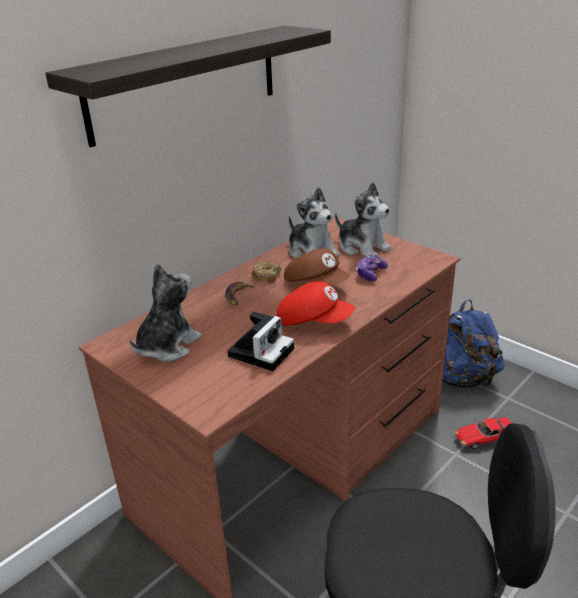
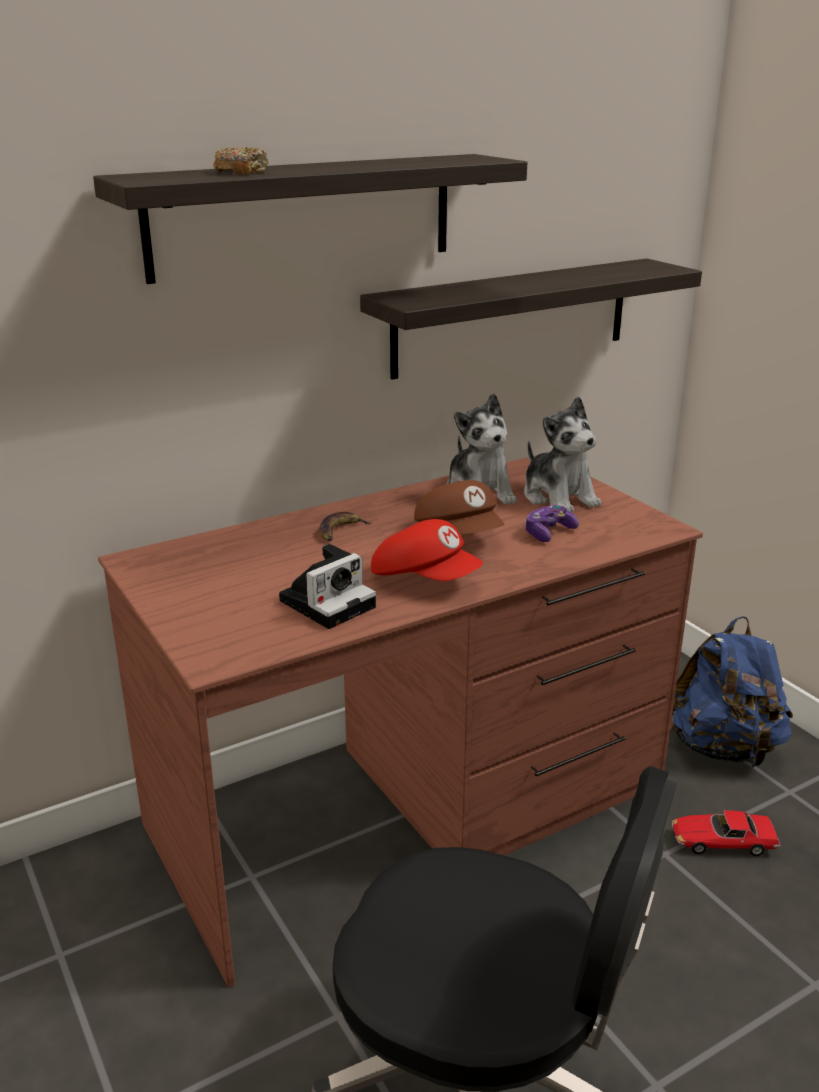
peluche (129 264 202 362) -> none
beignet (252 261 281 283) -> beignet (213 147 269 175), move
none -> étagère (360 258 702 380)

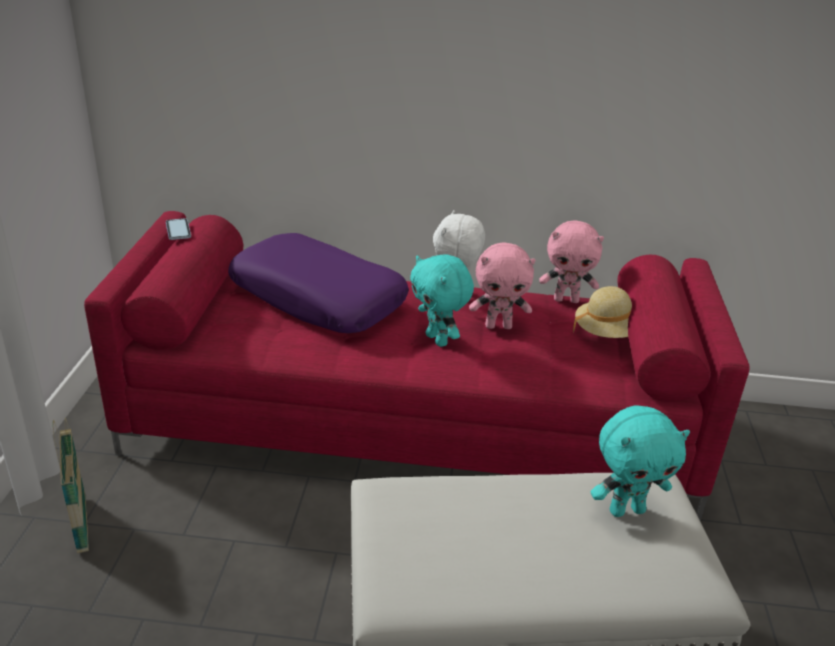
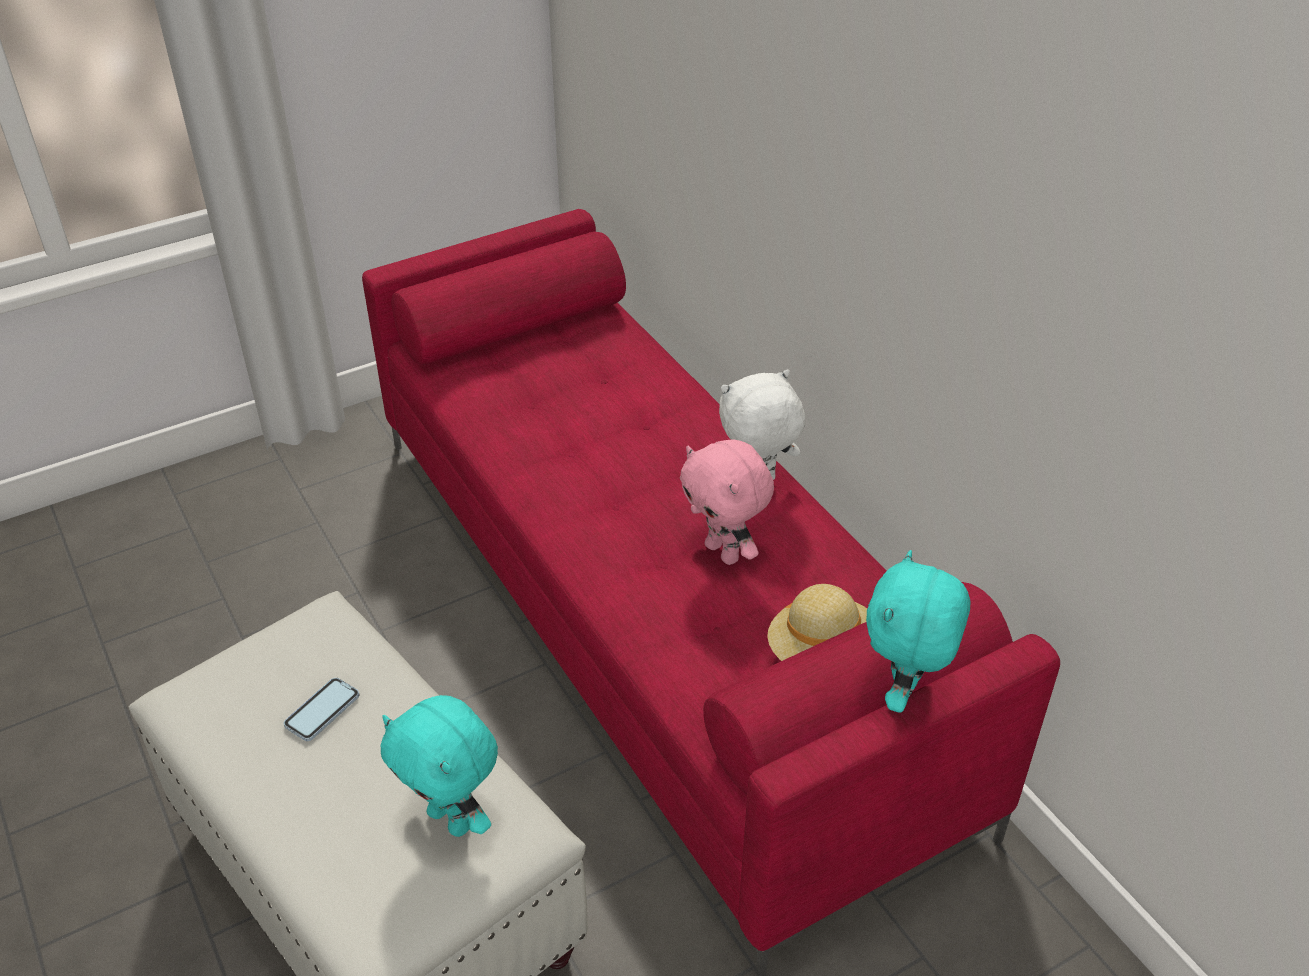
panier (53 417 89 553) -> none
téléphone (166 218 191 240) -> téléphone (284 678 359 741), move
coussin (violet) (228 233 409 333) -> none
peluche (turquoise) (410 254 474 347) -> peluche (turquoise) (866 550 970 713), move
peluche (rose) (539 220 604 303) -> none

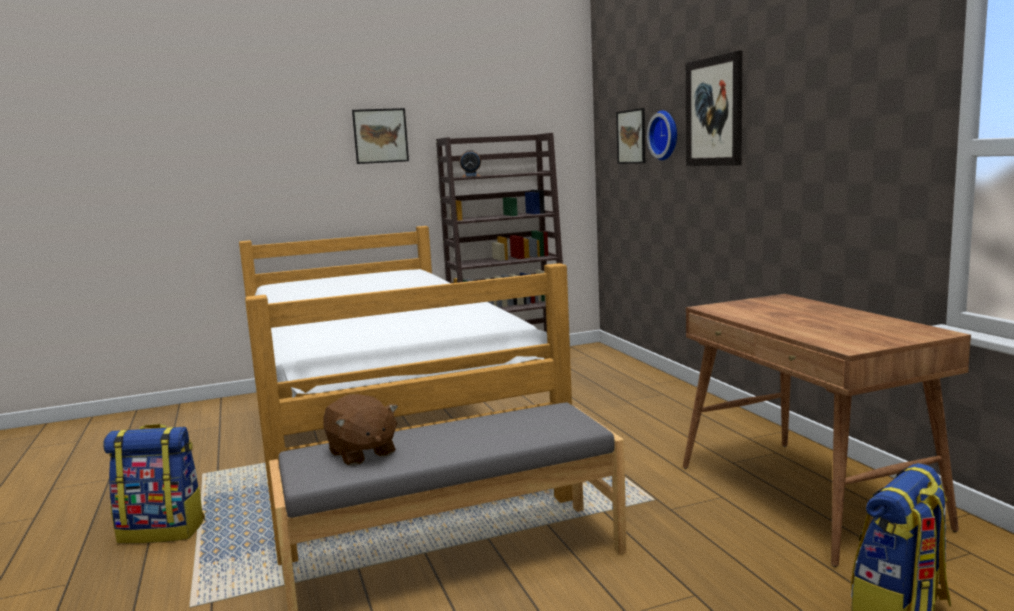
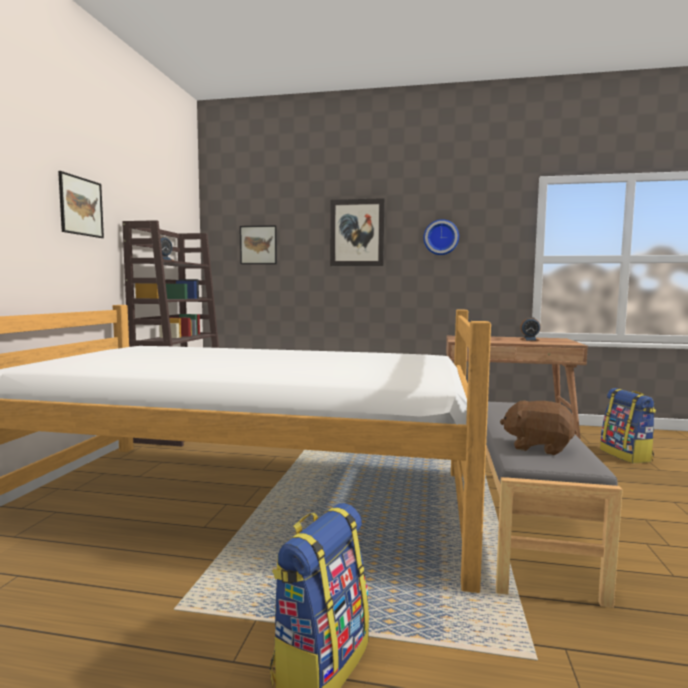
peluche (marron) (323 394 398 466) -> peluche (marron) (500 400 577 455), 150 degrees counterclockwise
horloge murale (647 110 677 160) -> horloge murale (423 219 459 255), move
none -> réveil (520 317 541 341)

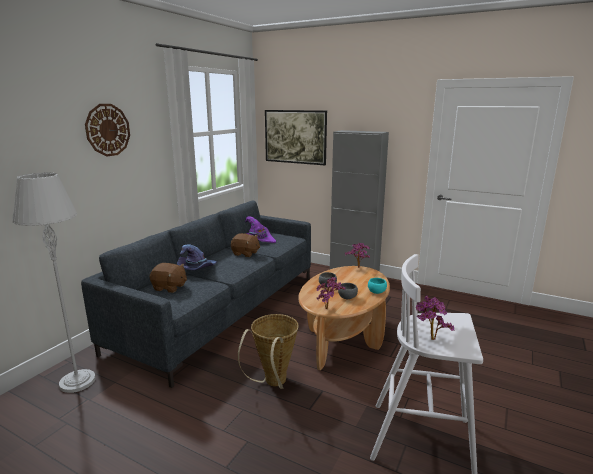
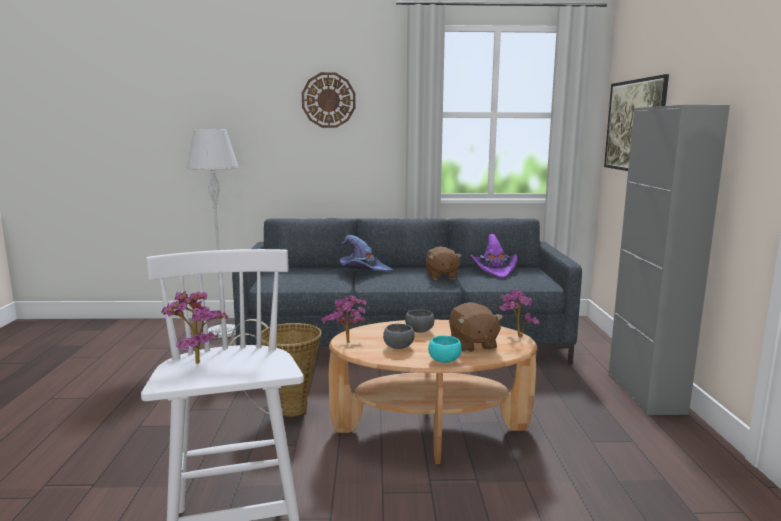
peluche (marron) (150 263 187 293) -> peluche (marron) (449 302 503 352), move

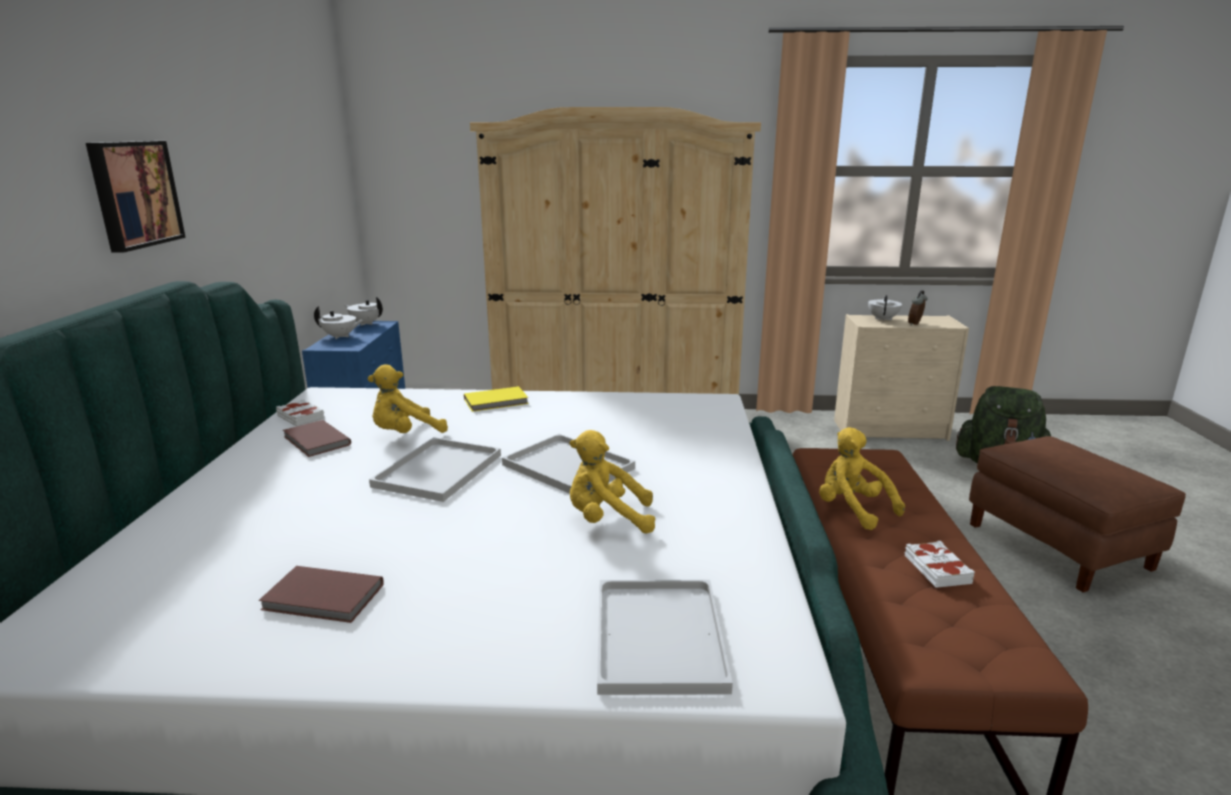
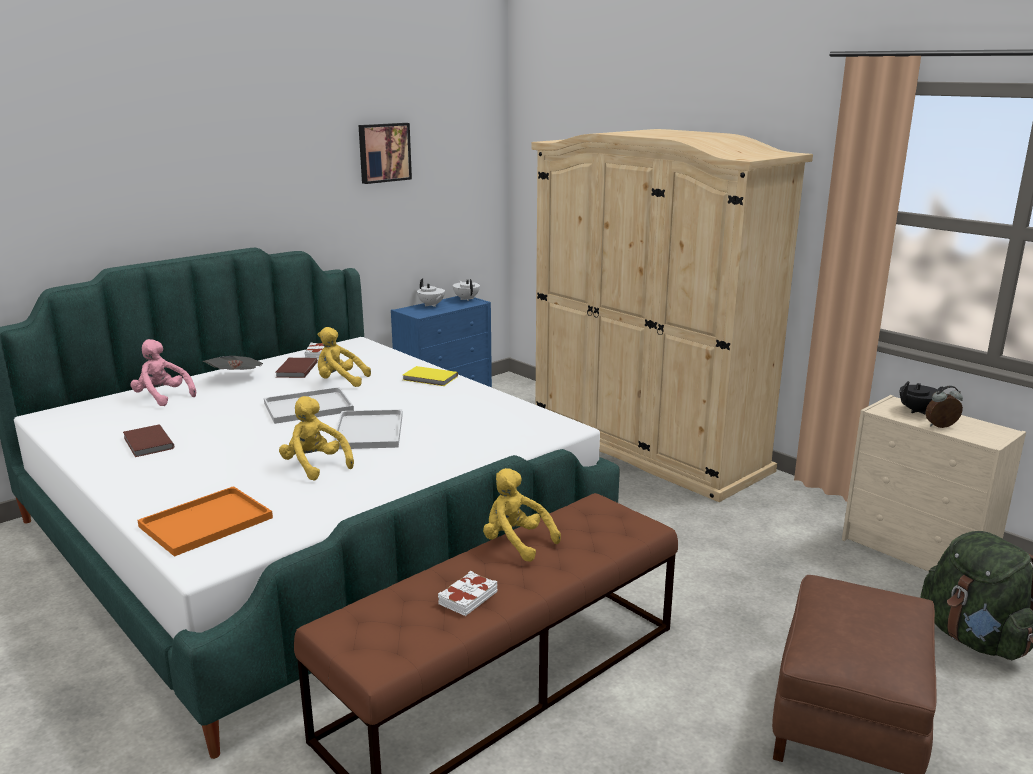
tableau (86 141 186 253) -> tableau (359 123 412 184), move
plateau (blanc) (597 580 733 695) -> plateau (orange) (137 486 273 557)
peluche (jaune) (819 427 905 530) -> peluche (jaune) (483 468 561 562), 60 degrees counterclockwise
théière (blanc) (868 295 902 321) -> théière (noir) (900 381 943 415)
none -> peluche (rose) (131 339 196 406)
none -> journal (202 356 263 370)

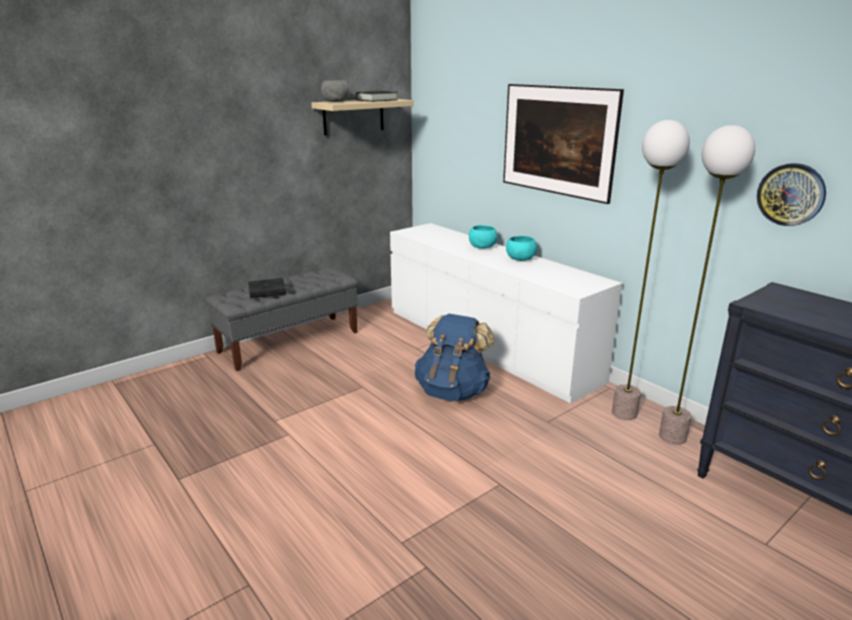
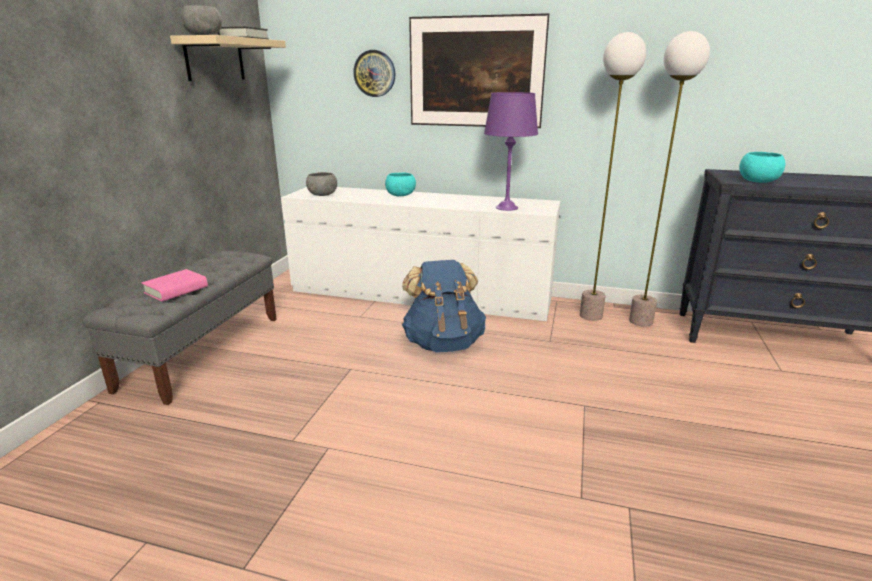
livre (noir) (248 278 286 298) -> livre (rose) (142 269 208 302)
bol (turquoise) (506 236 537 261) -> bol (turquoise) (739 152 785 183), move
horloge murale (757 163 826 226) -> horloge murale (353 50 395 97), move
none -> bol (gris) (306 172 337 196)
none -> lampe de table (violet) (484 92 538 211)

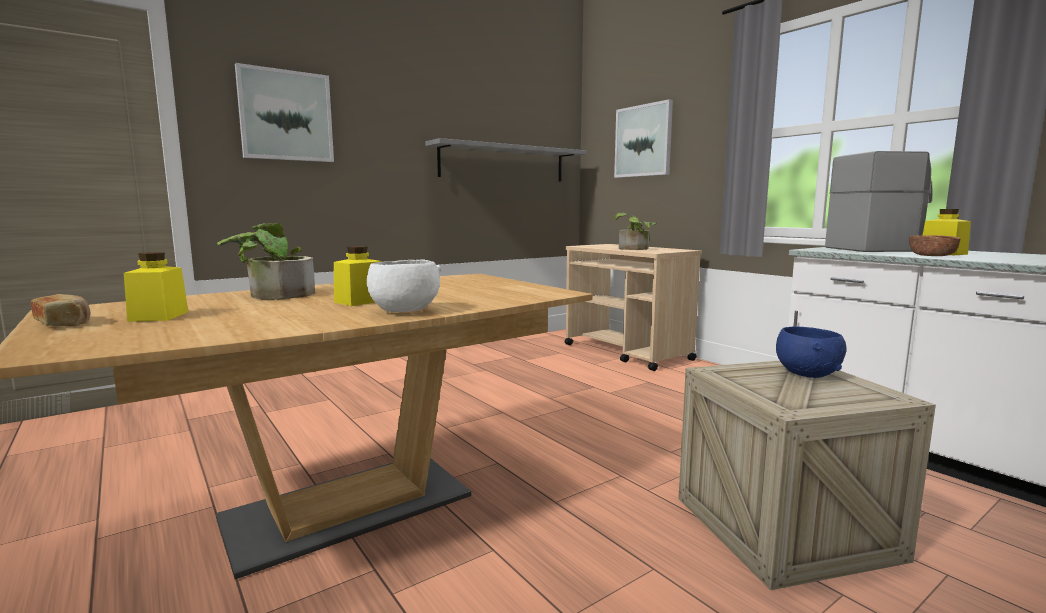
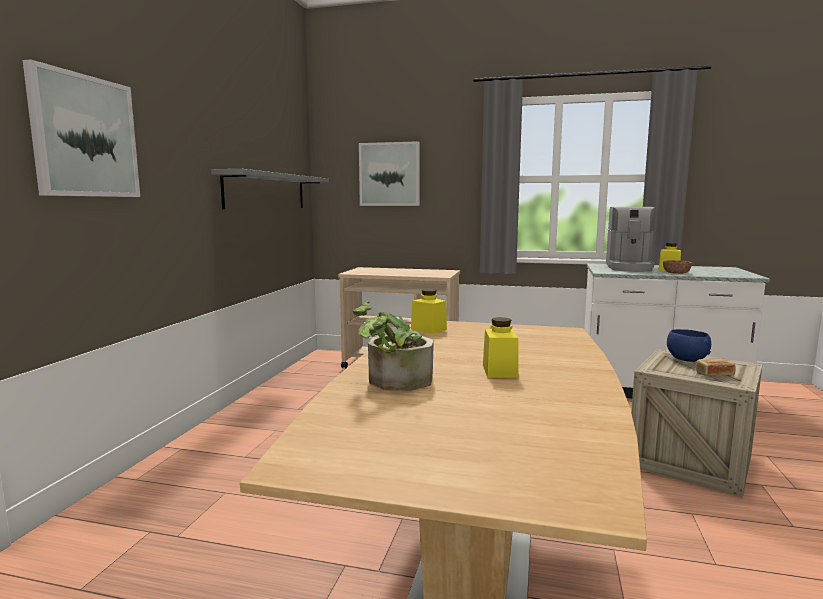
pain (31 294 90 326) -> pain (696 358 736 376), move
bocal (jaune) (124 252 189 322) -> bocal (jaune) (411 289 447 334), move
bol (blanc) (367 259 441 312) -> none
plante en pot (614 213 656 250) -> none
machine à café (825 151 932 252) -> machine à café (606 207 655 272), 150 degrees clockwise

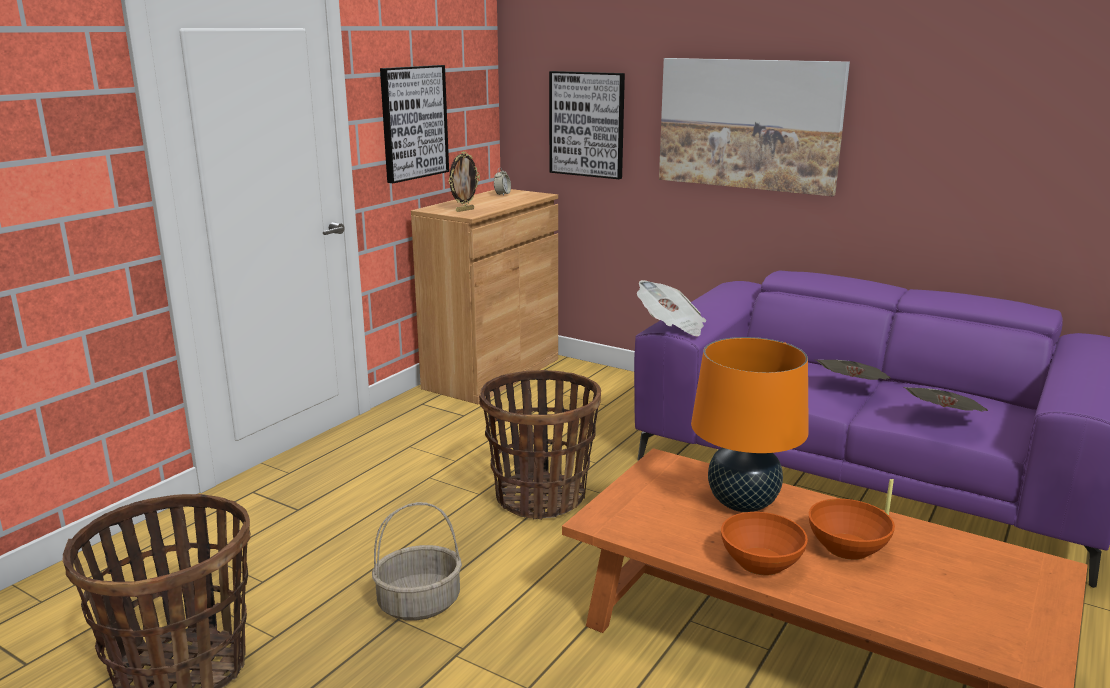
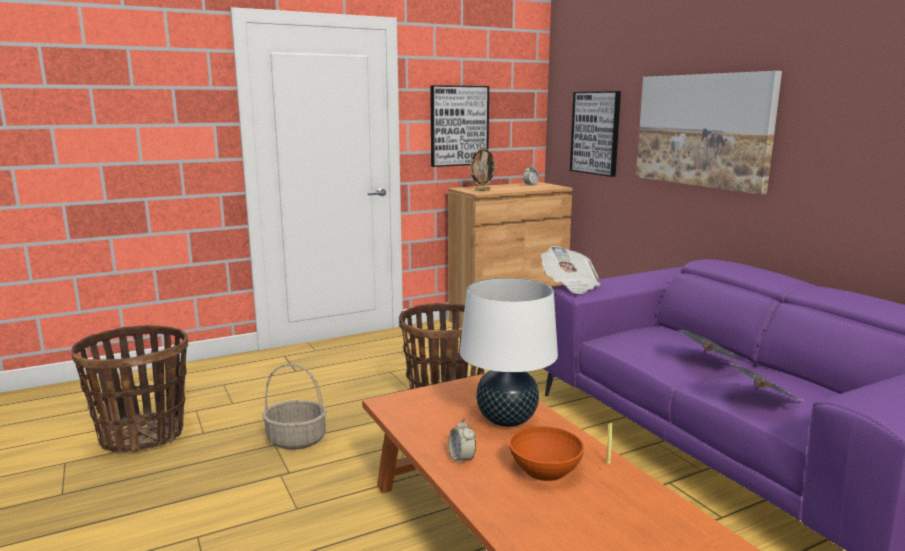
lampe de table (orange) (691 337 809 512) -> lampe de table (blanc) (460 278 558 427)
bol (orange) (721 512 808 575) -> réveil (448 418 476 466)

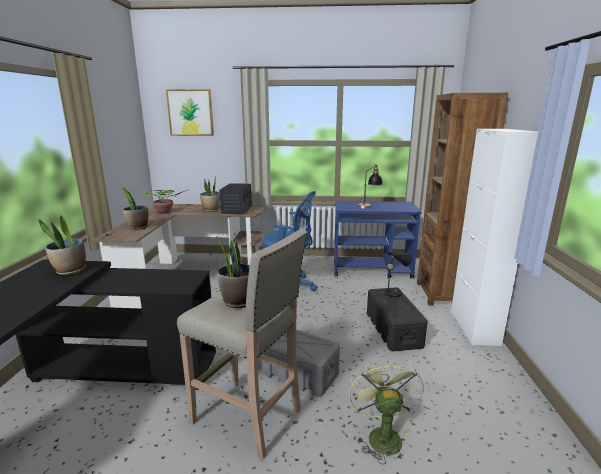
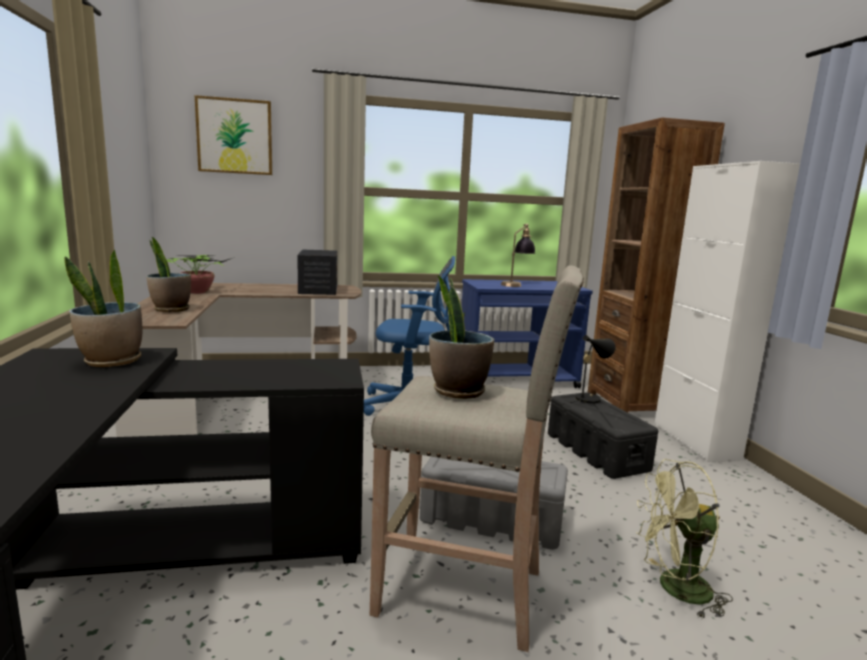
plante en pot (200 175 220 212) -> none
ventilateur (vert) (349 356 424 464) -> ventilateur (vert) (636 459 733 620), 75 degrees counterclockwise

